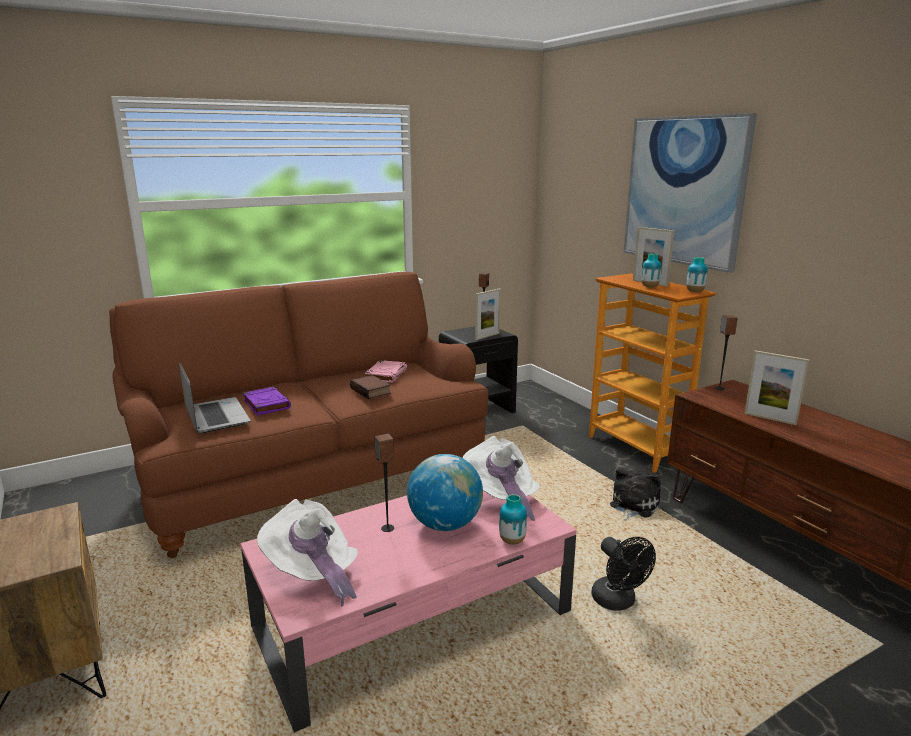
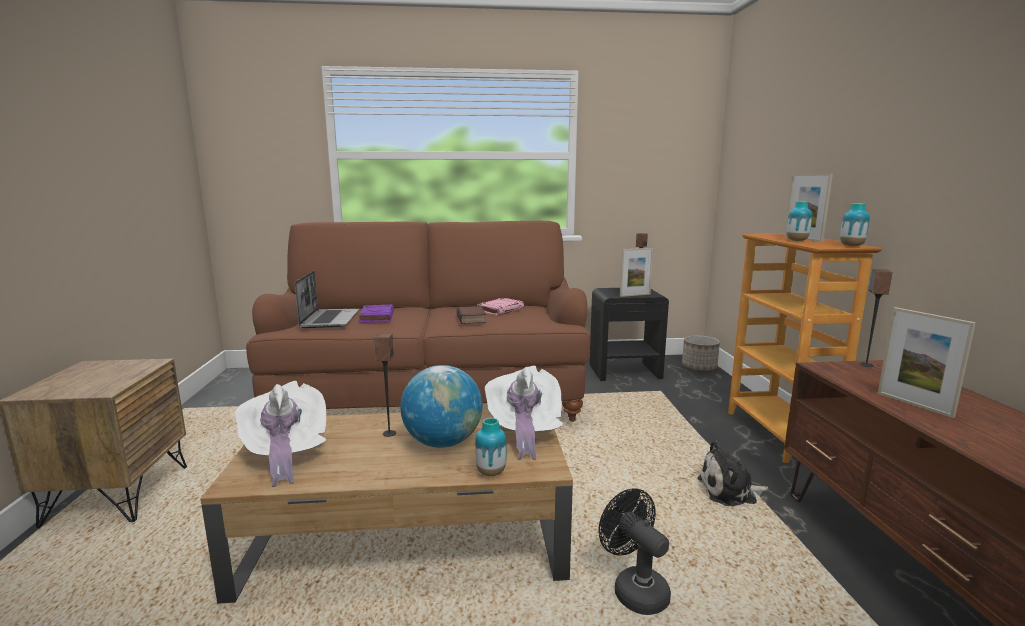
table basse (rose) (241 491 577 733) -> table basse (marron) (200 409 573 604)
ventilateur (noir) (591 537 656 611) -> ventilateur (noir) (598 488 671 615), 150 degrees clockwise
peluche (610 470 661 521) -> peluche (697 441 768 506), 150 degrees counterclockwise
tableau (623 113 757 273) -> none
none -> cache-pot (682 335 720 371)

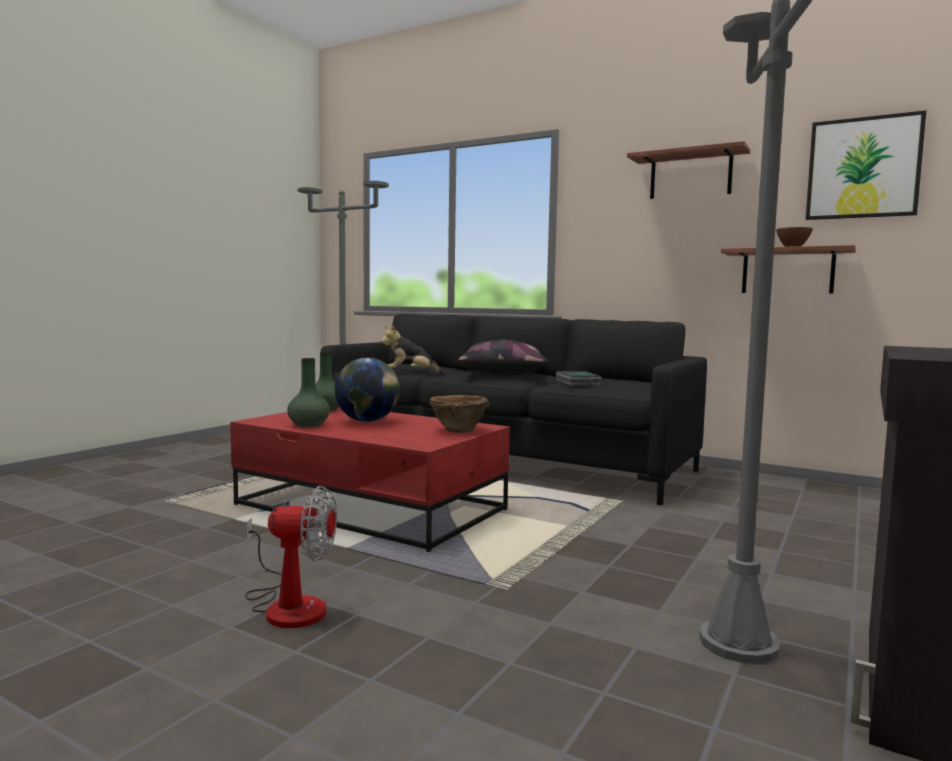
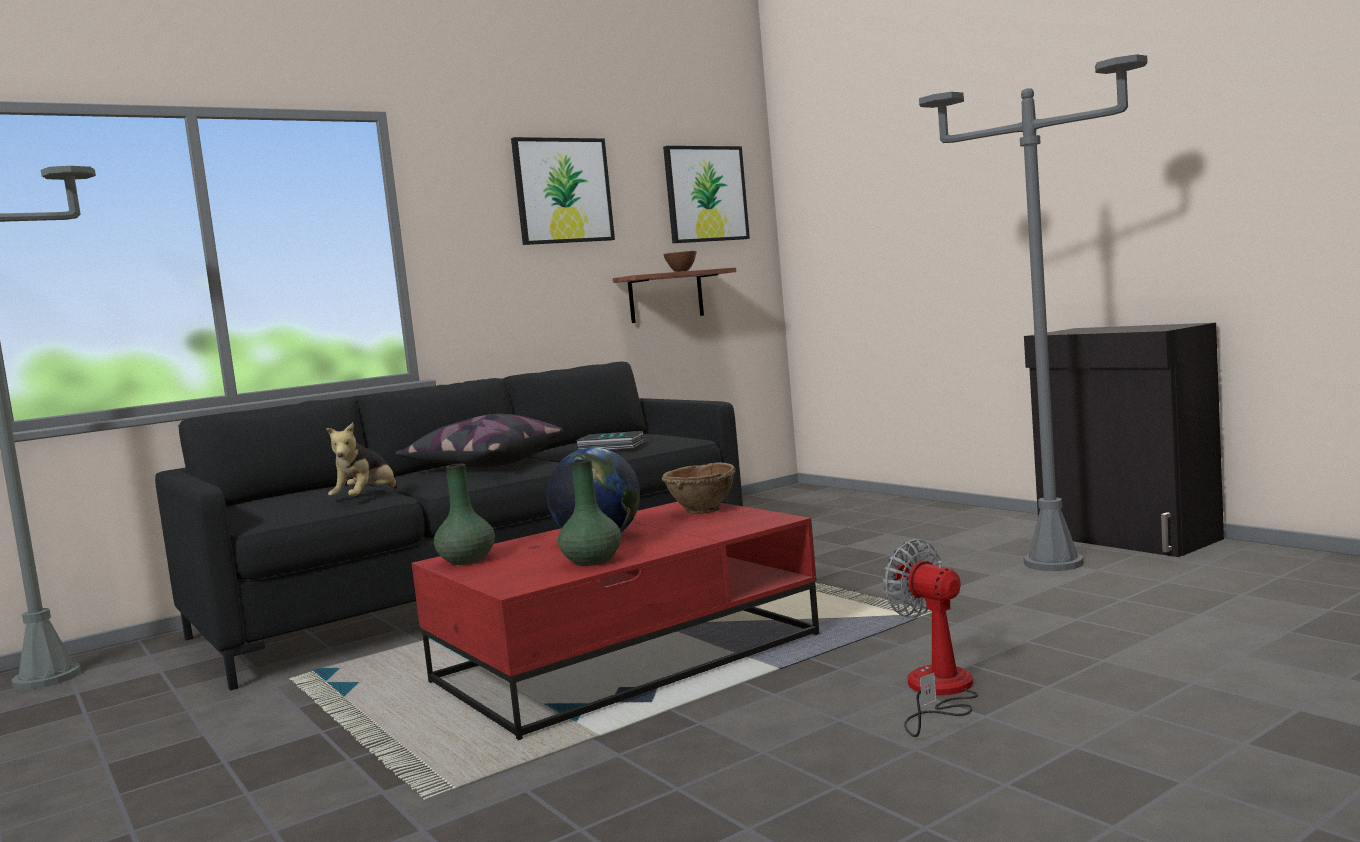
ventilateur (245 486 337 628) -> ventilateur (883 539 978 737), 60 degrees counterclockwise
étagère (627 141 750 199) -> tableau (511 137 615 245)

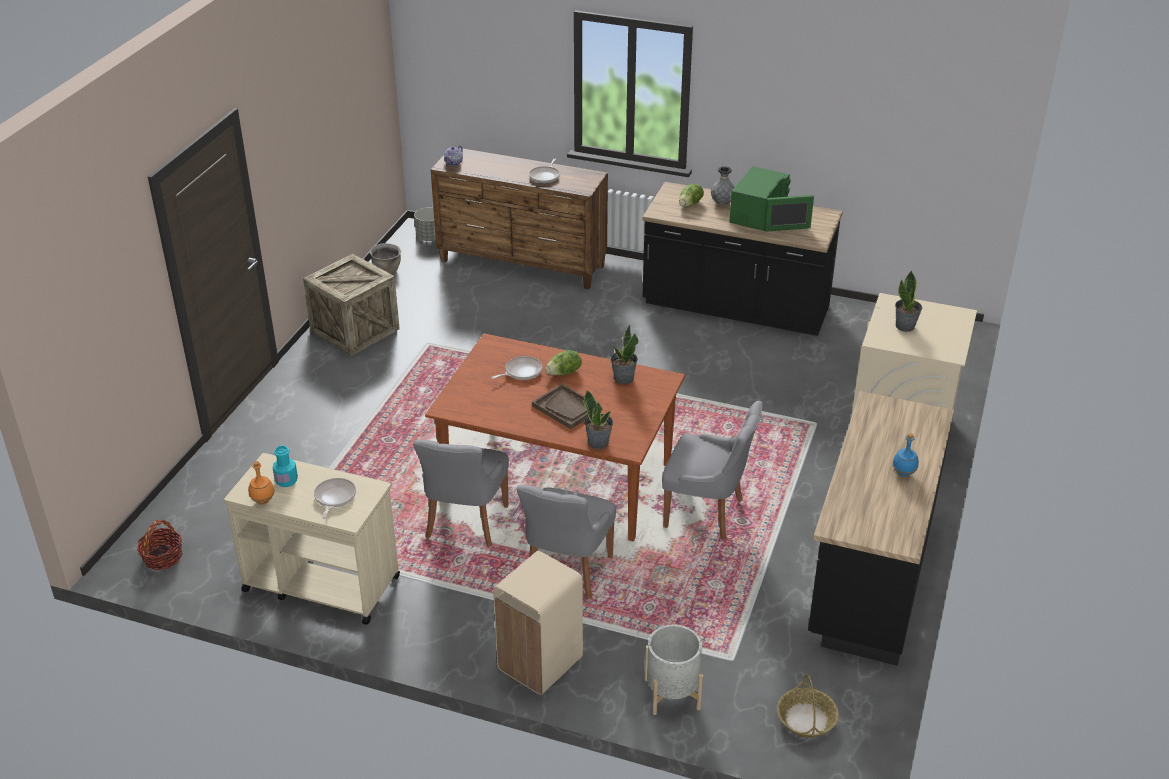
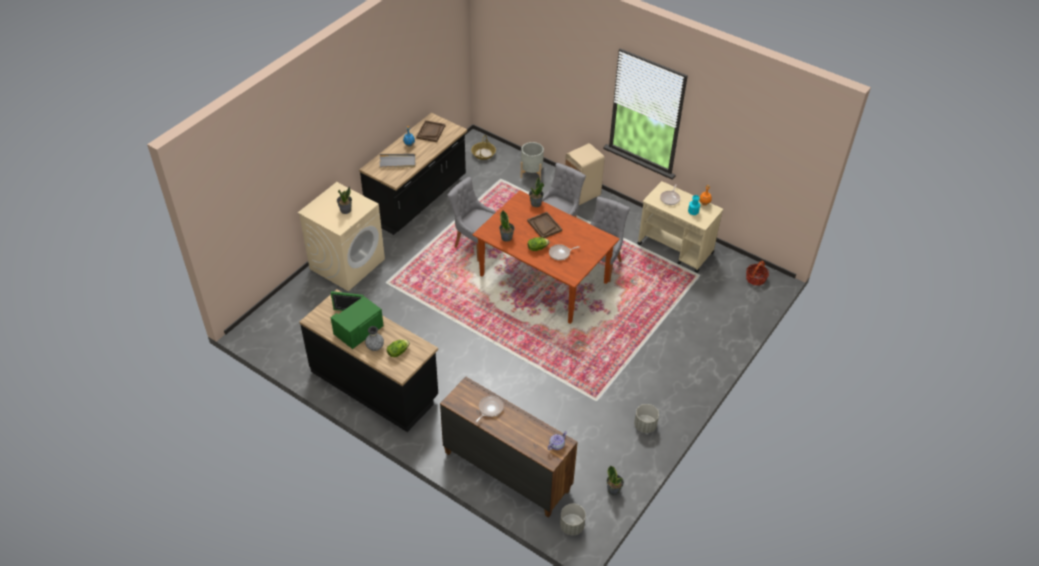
caisse (303 254 400 356) -> cache-pot (gris) (634 404 659 433)
marmite (marron) (370 243 401 274) -> plante en pot (607 465 624 495)
none -> plateau (gris) (380 154 415 167)
none -> plateau (marron) (416 120 445 142)

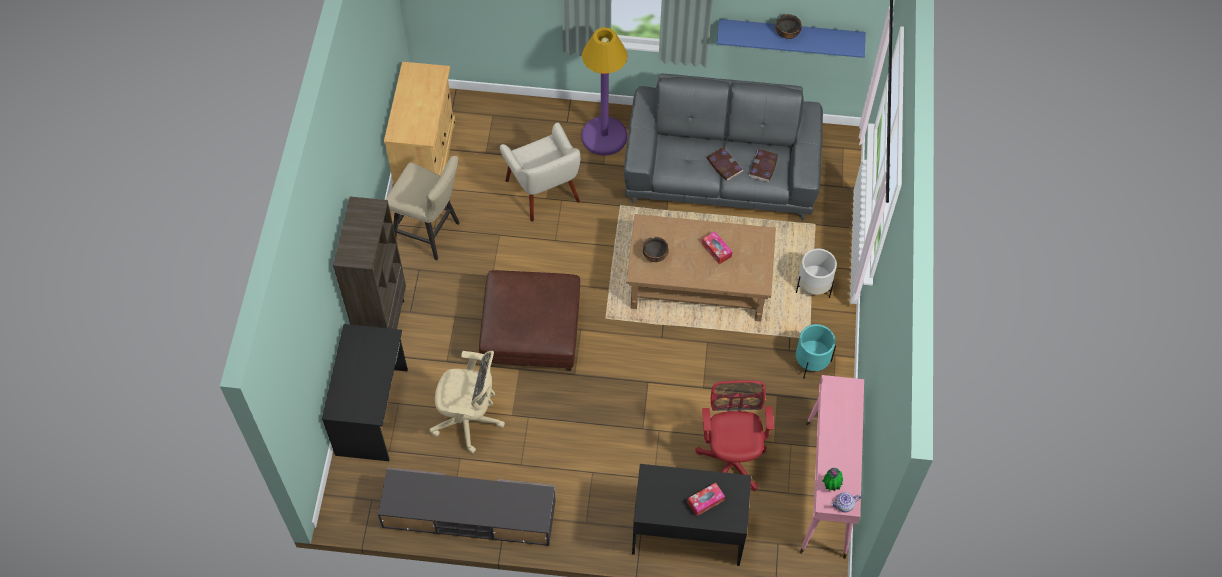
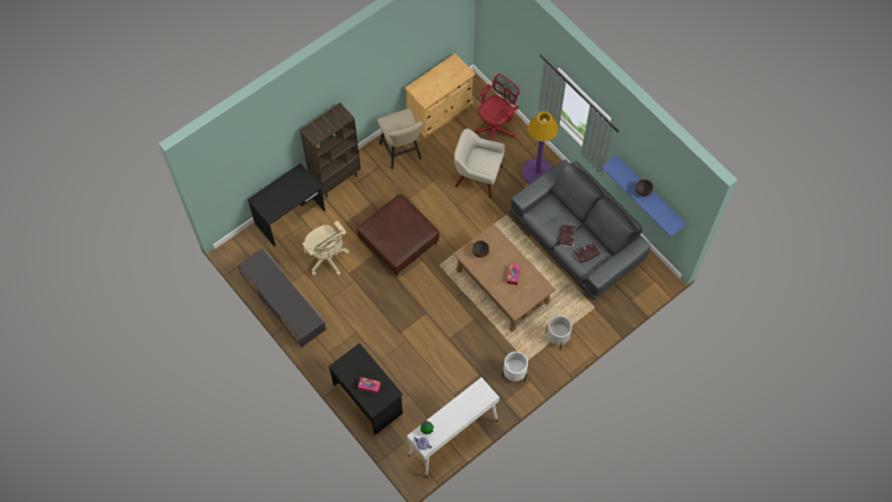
fauteuil (beige) (500 123 580 222) -> fauteuil (beige) (454 129 505 198), 90 degrees clockwise
chaise de bureau (rouge) (695 380 774 491) -> chaise de bureau (rouge) (473 74 520 141), move
cache-pot (turquoise) (796 324 836 378) -> cache-pot (blanc) (502 351 528 382)
table console (rose) (800 375 864 559) -> table console (blanc) (407 377 500 478)

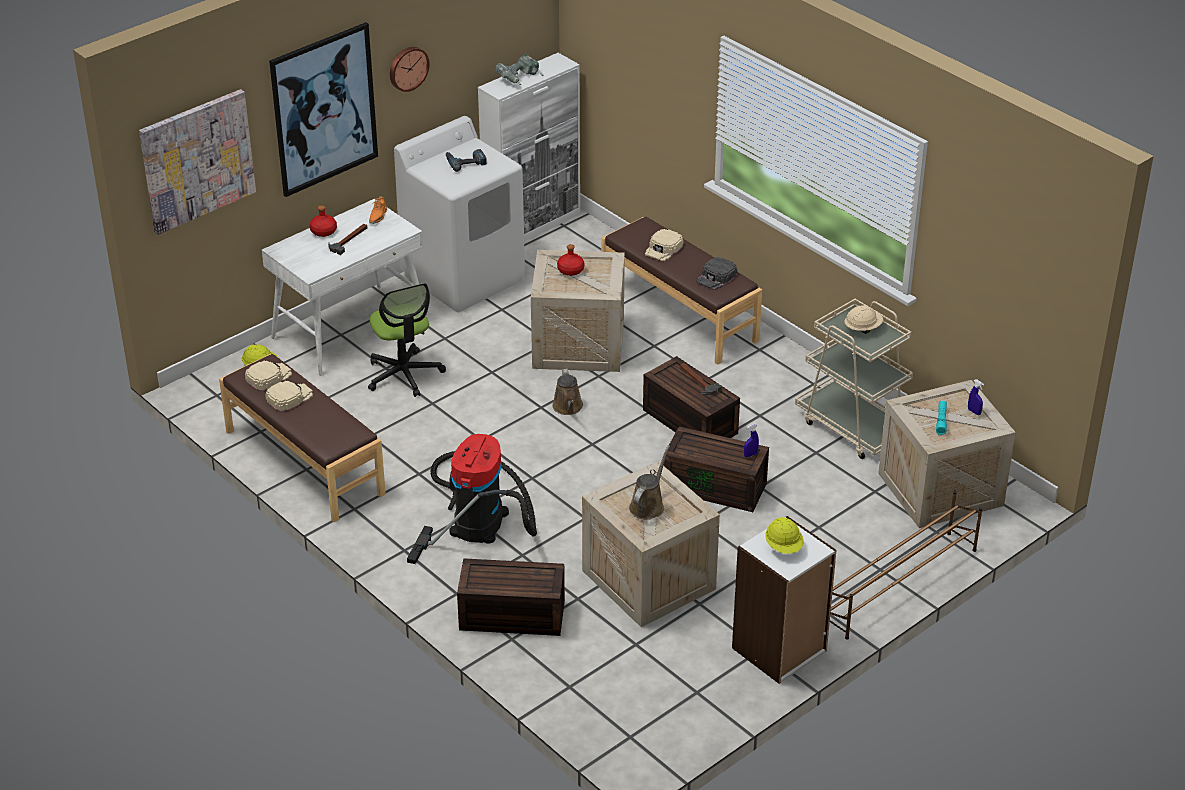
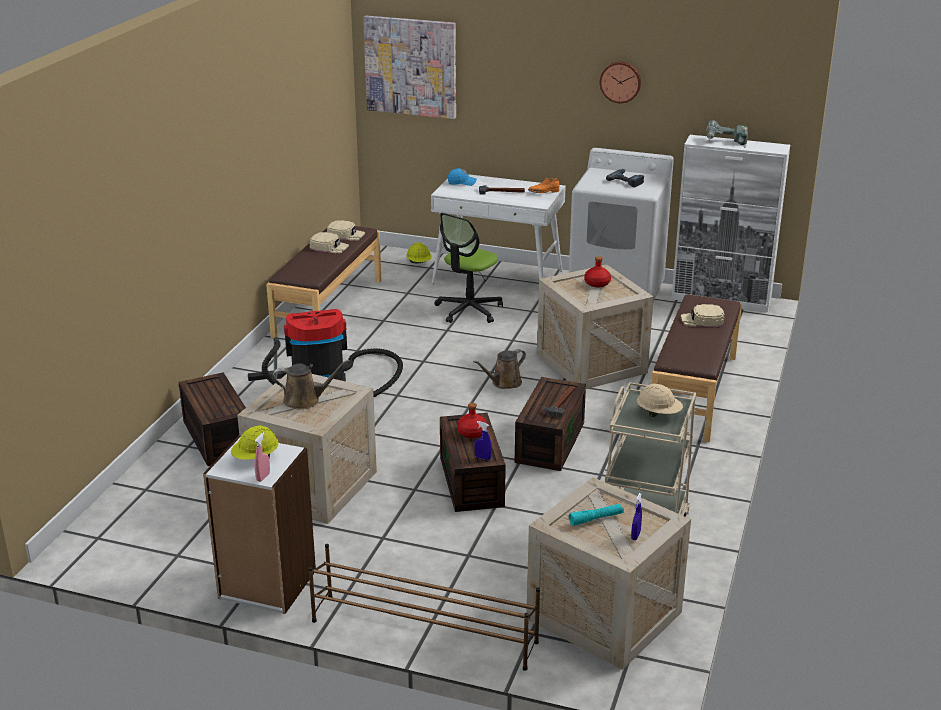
tableau (269 22 378 197) -> none
bouteille (rouge) (309 205 337 237) -> bouteille (rouge) (457 403 488 438), move
casquette (noir) (697 257 737 290) -> none
none -> vaporisateur (rose) (254 432 270 482)
none -> casquette (bleu) (448 168 477 186)

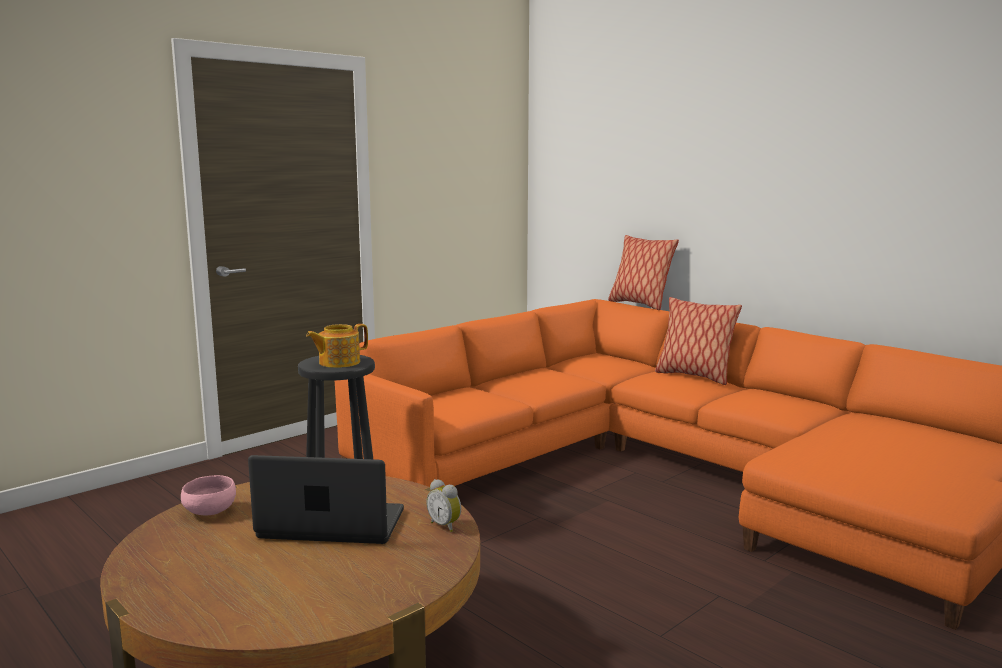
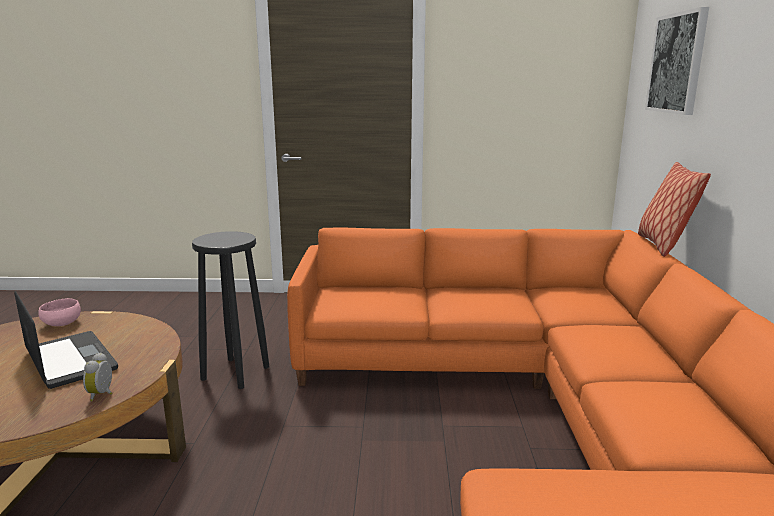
théière (306 324 368 368) -> none
coussin (655 297 742 385) -> none
none -> tableau (645 7 709 115)

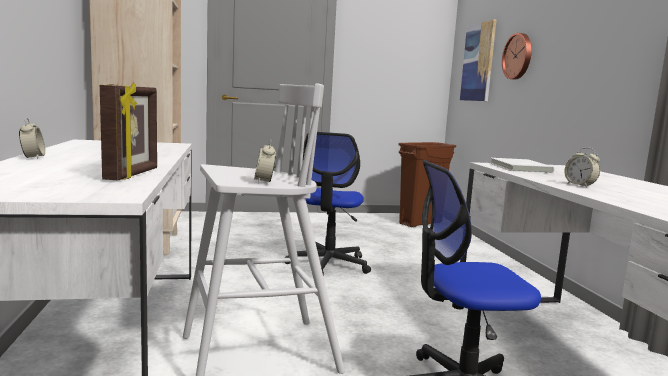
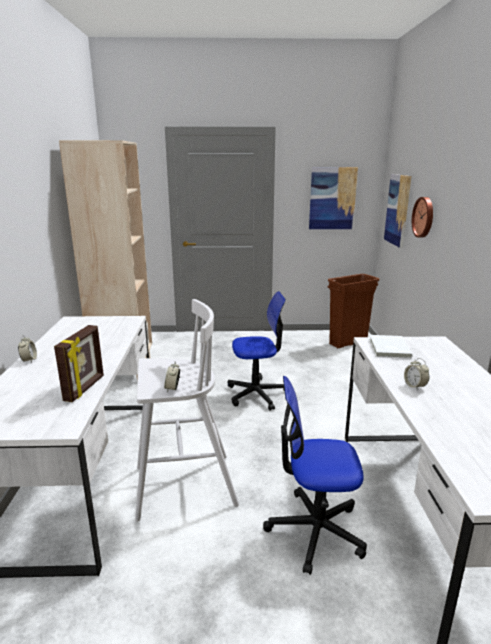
chaise de bureau (284 132 371 275) -> chaise de bureau (228 291 286 411), 120 degrees counterclockwise
none -> tableau (309 167 358 229)

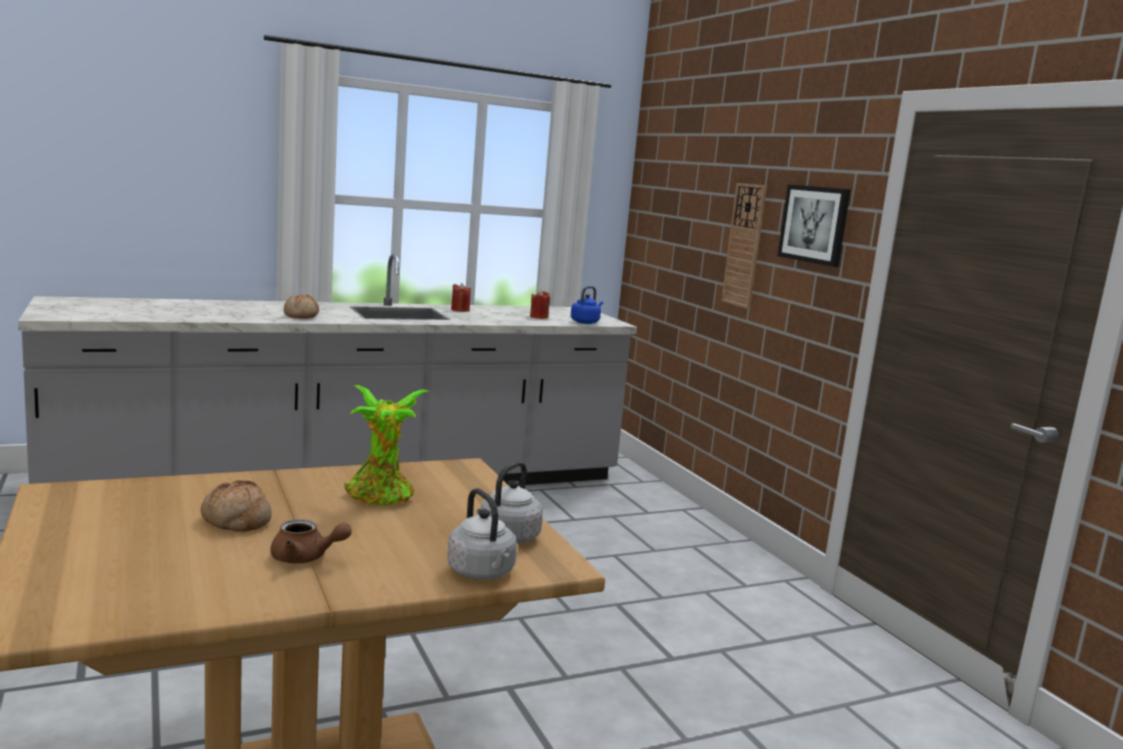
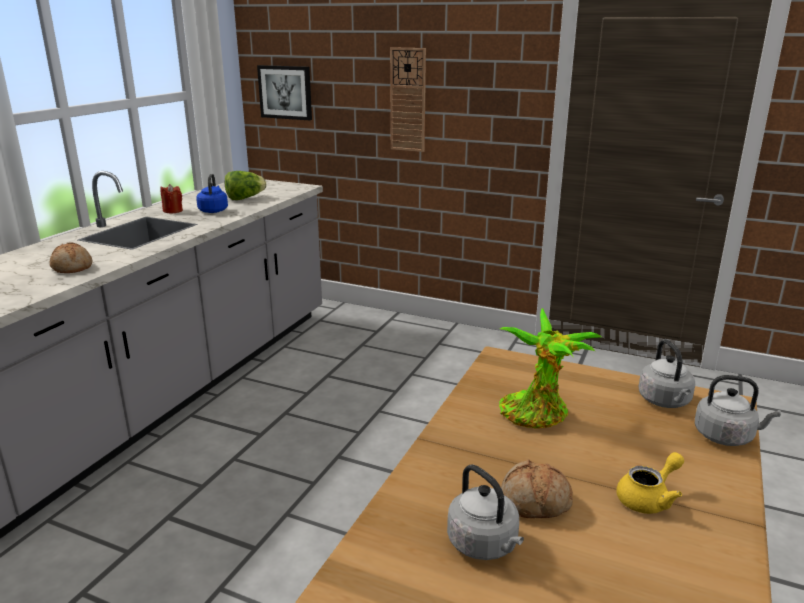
théière (marron) (270 519 352 563) -> théière (jaune) (616 452 684 514)
bougie (rouge) (530 290 550 319) -> laitue (225 171 266 200)
bouilloire (bleu) (571 286 603 324) -> bouilloire (bleu) (196 174 228 213), move
tableau (778 184 851 267) -> tableau (257 65 312 120), move
none -> bouilloire (gris) (447 464 524 560)

